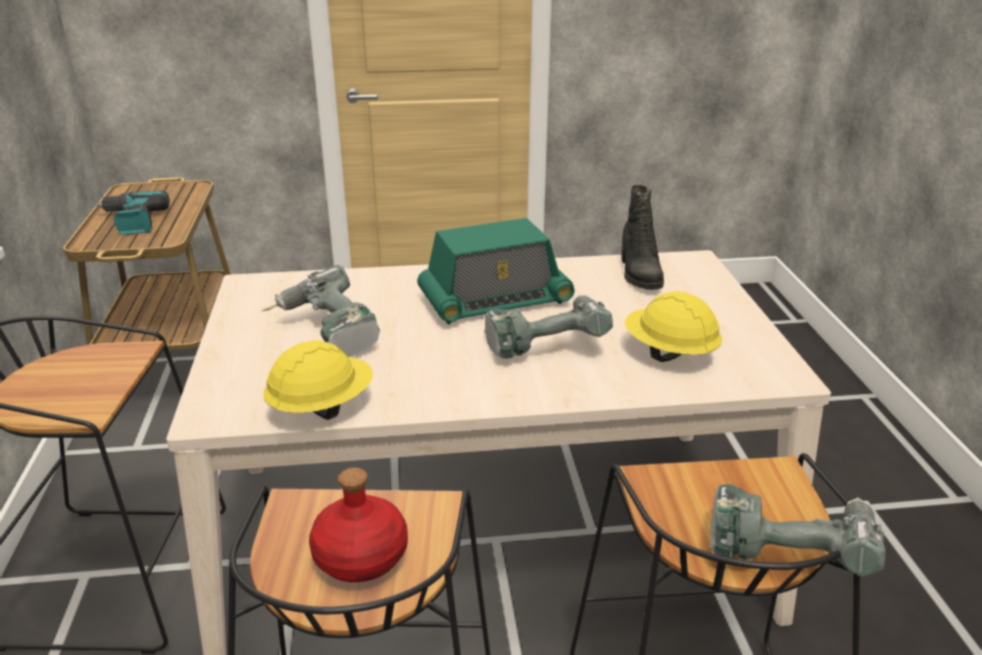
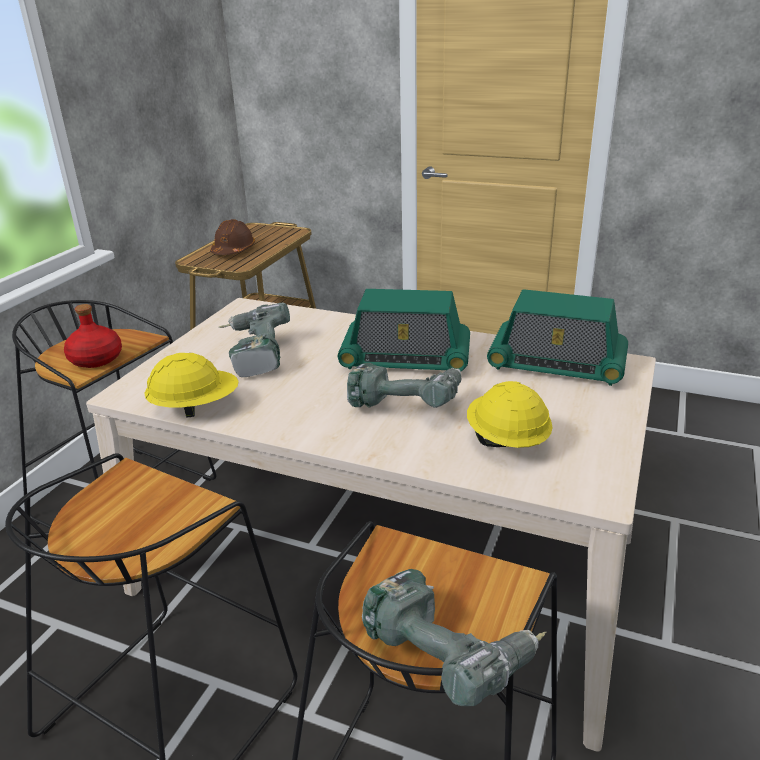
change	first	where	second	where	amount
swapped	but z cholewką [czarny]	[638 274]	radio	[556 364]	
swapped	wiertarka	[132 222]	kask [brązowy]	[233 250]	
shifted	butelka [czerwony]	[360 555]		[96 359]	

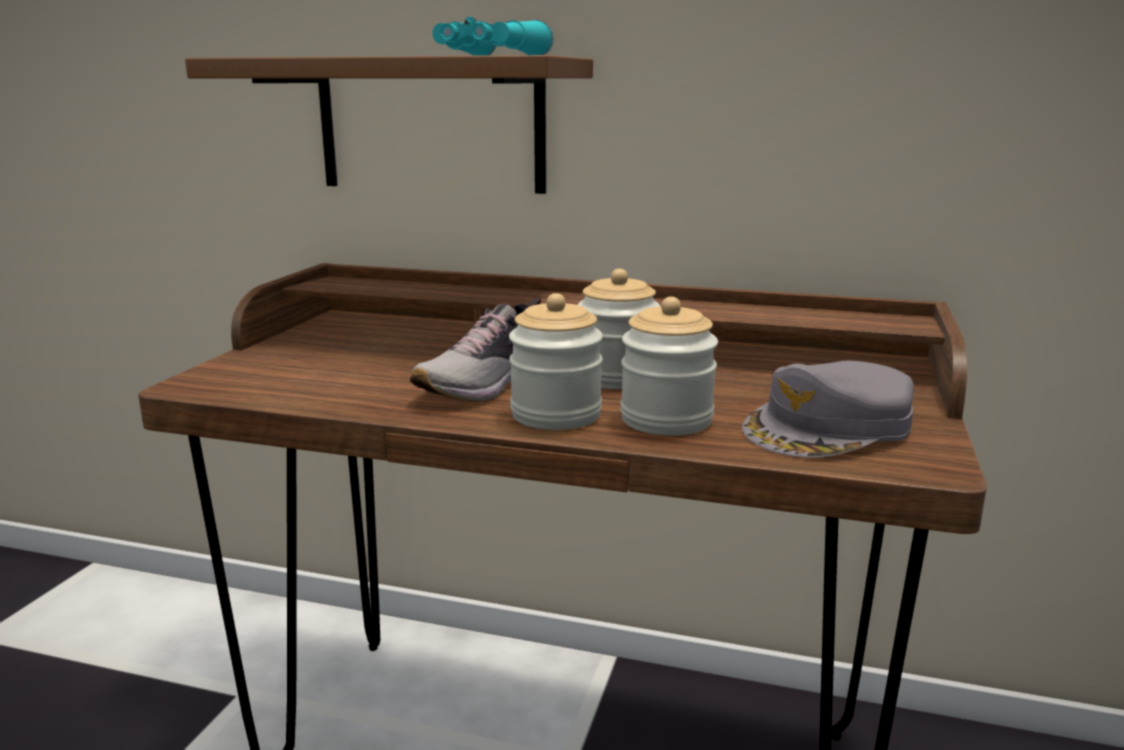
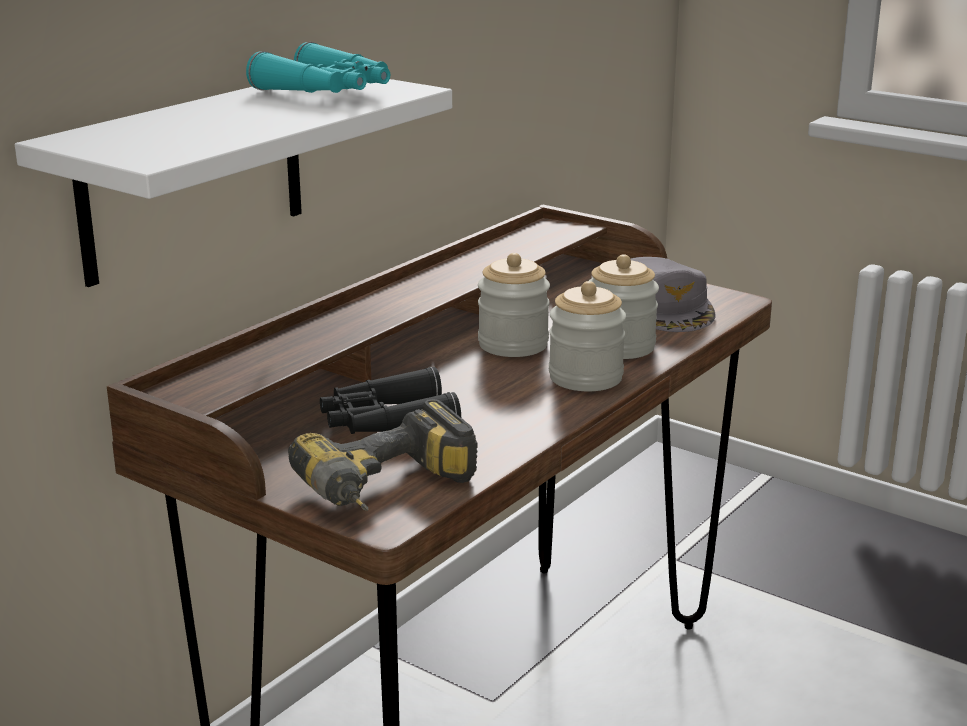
change	first	where	second	where	amount
repainted	półka [brązowy]	[430 126]	półka [biały]	[193 175]	
gone	but	[487 384]			
new			lornetka [czarny]	[387 423]	
new			wiertarka	[392 493]	

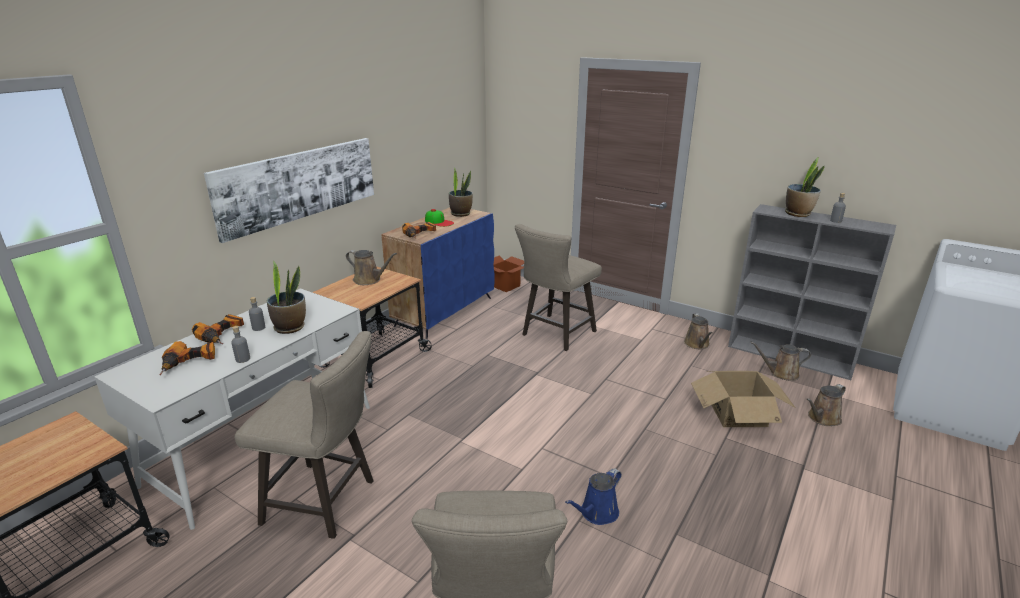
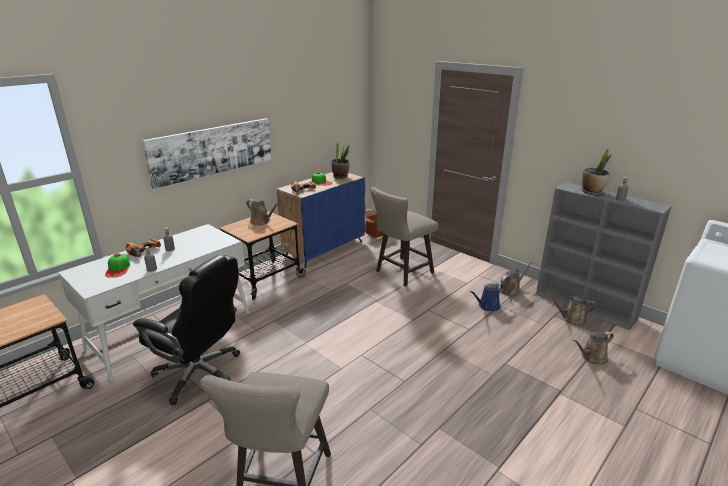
change	first	where	second	where	amount
gone	roślina doniczkowa	[290 327]			
rotated	konewka [brązowy]	[697 344]		[511 290]	135 degrees counterclockwise
swapped	stołek [beżowy]	[327 502]	krzesło biurowe [czarny]	[200 374]	
swapped	wiertarka	[190 363]	czapka z daszkiem	[118 269]	
gone	karton	[738 413]			
shifted	konewka [niebieski]	[597 513]		[487 306]	

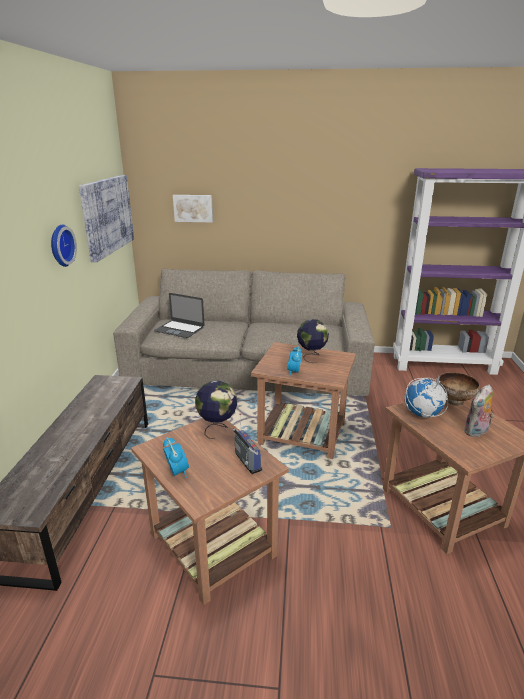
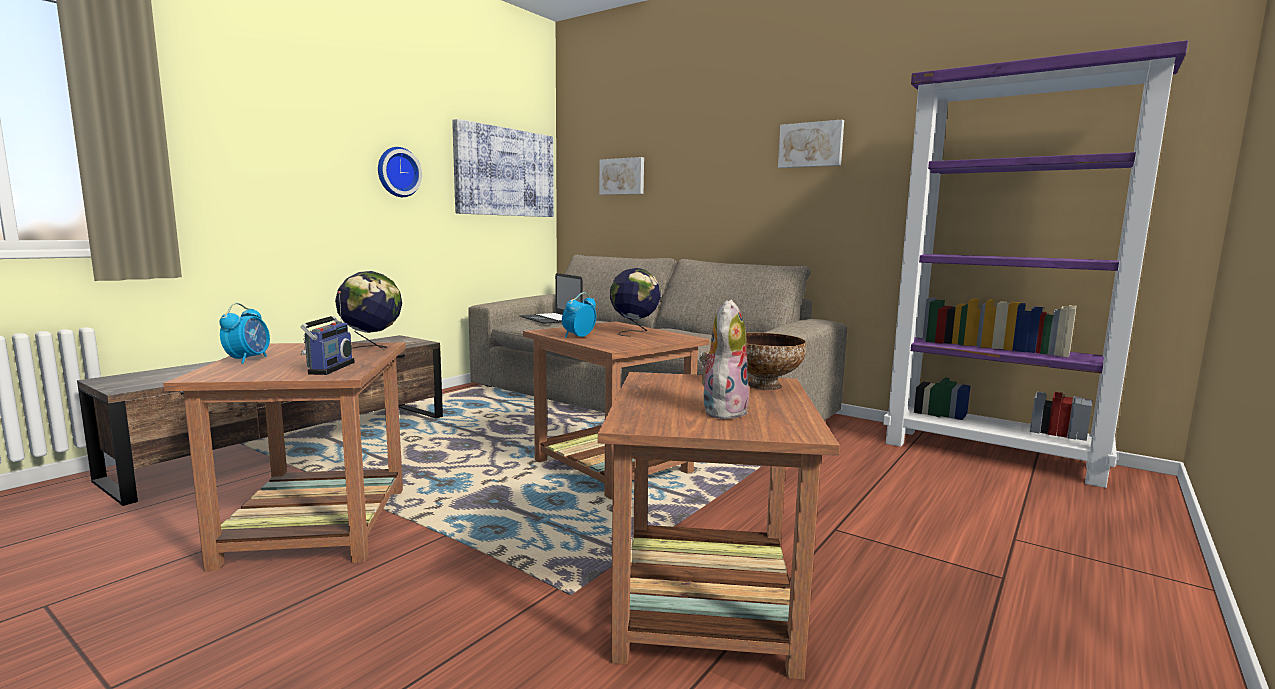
change	first	where	second	where	amount
gone	globus	[422 415]			
rotated	pluszak	[476 432]		[722 410]	120 degrees clockwise
new			obraz	[811 145]	

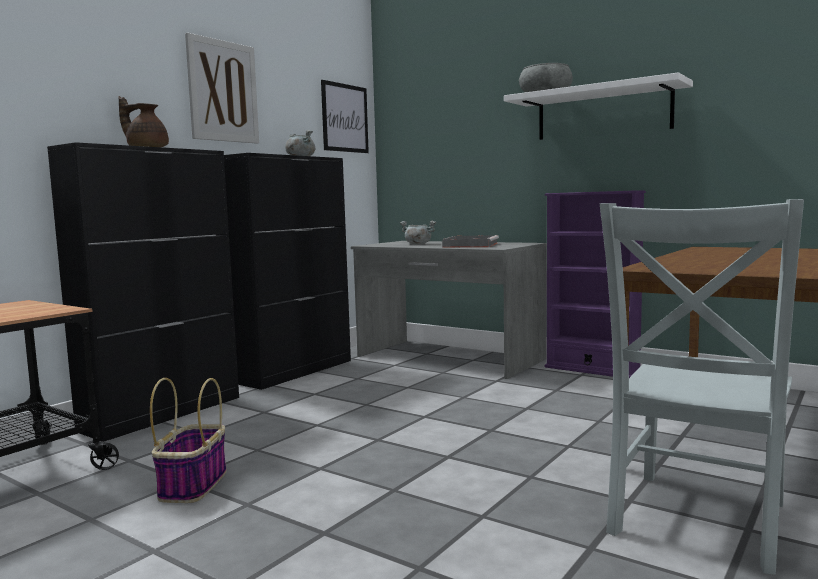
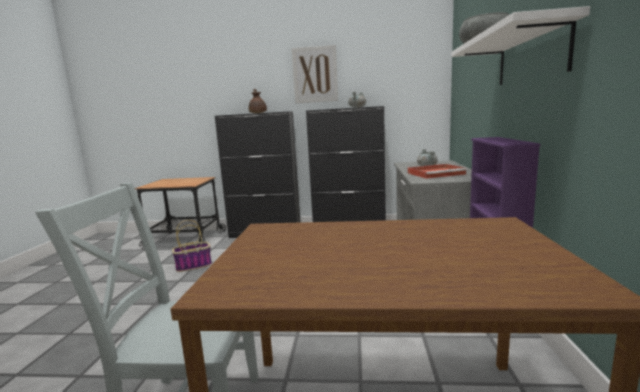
change	first	where	second	where	amount
gone	obraz	[345 118]			
repainted	taca [szary]	[470 245]	taca [czerwony]	[436 173]	

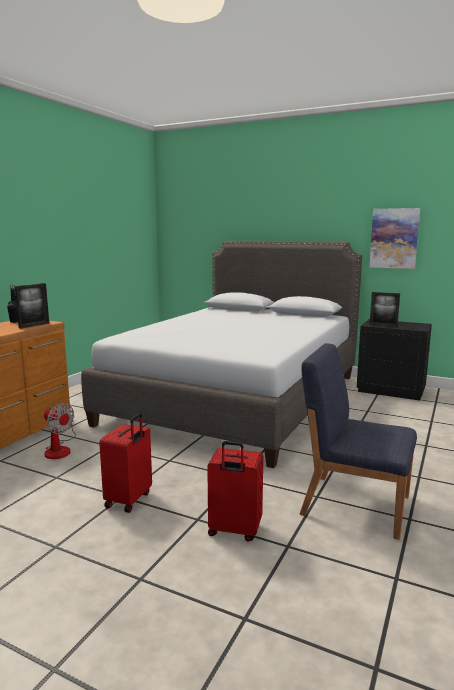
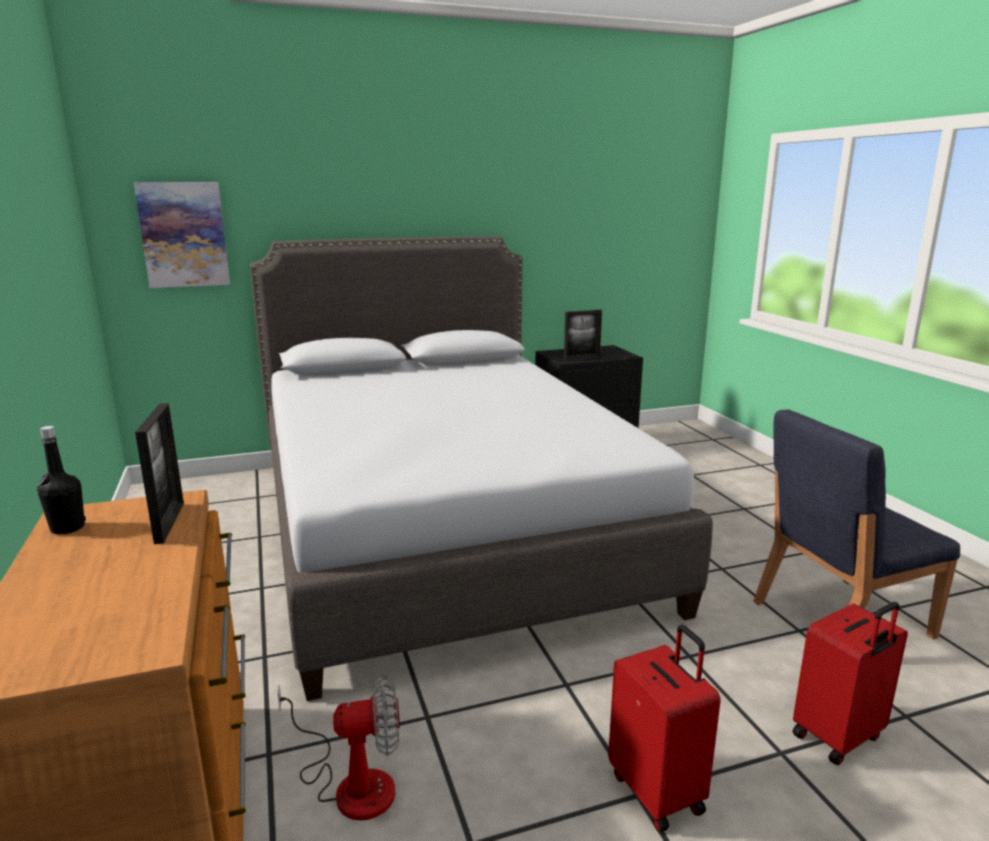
change	first	where	second	where	amount
shifted	obraz	[394 238]		[184 235]	

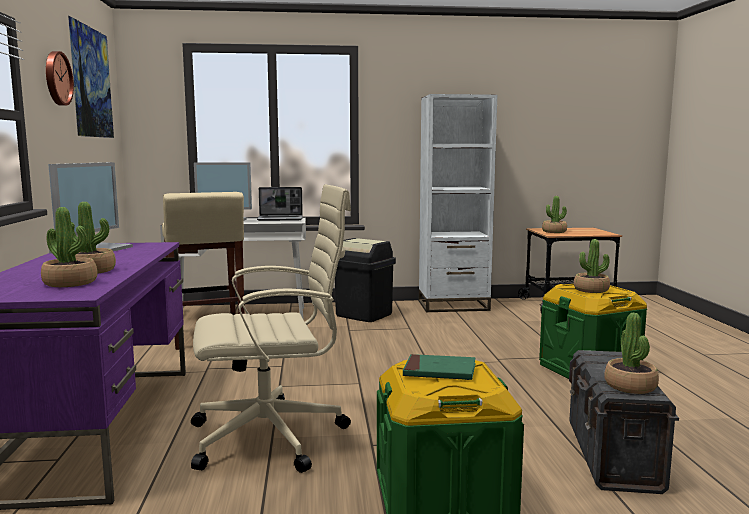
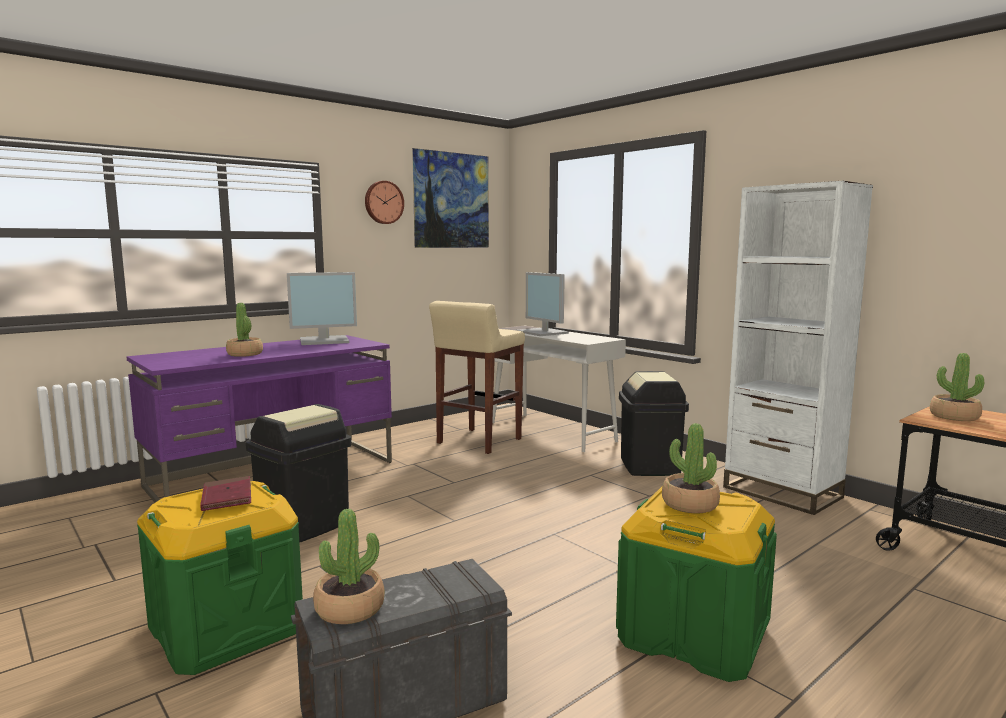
change	first	where	second	where	amount
swapped	krzesło biurowe [beżowy]	[273 436]	kosz na śmieci [czarny]	[304 525]	
gone	laptop	[281 219]			
gone	roślina doniczkowa	[70 283]			
repainted	książka [zielony]	[439 371]	książka [czerwony]	[227 497]	

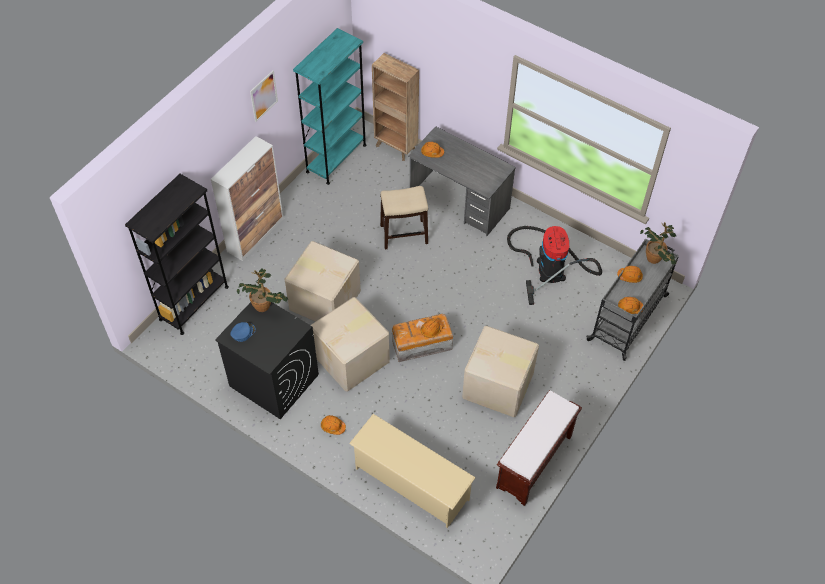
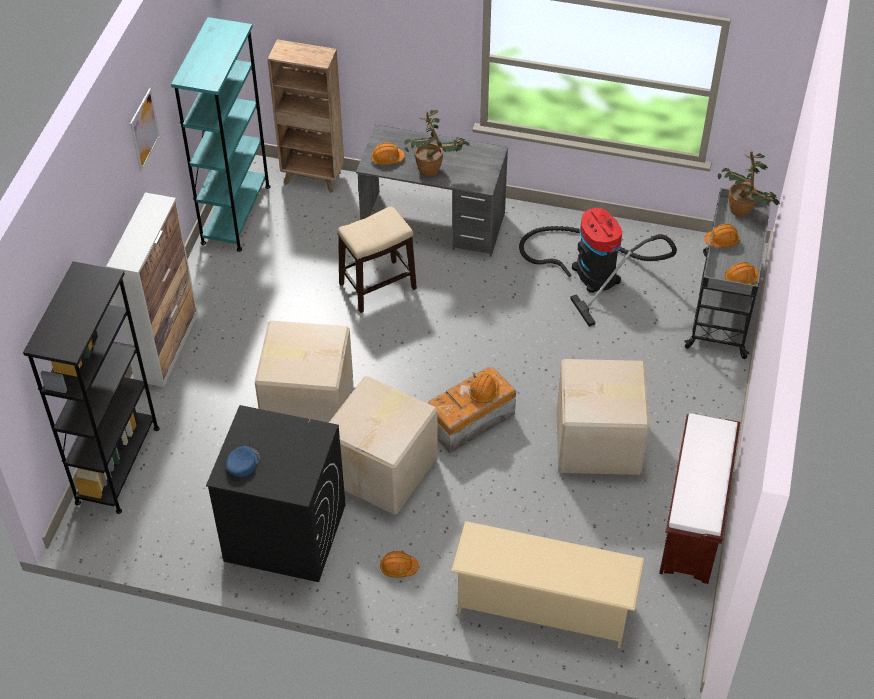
change	first	where	second	where	amount
shifted	roślina doniczkowa	[265 308]		[434 171]	

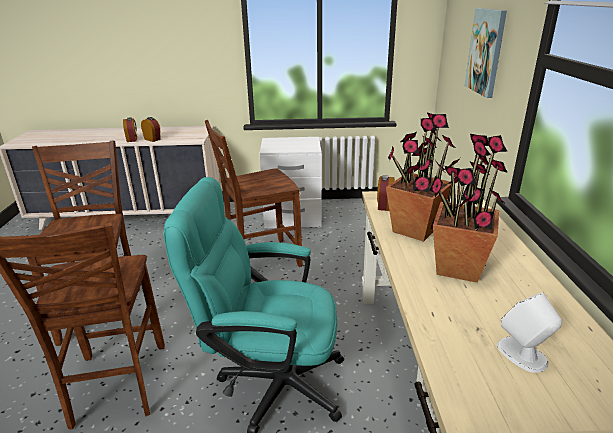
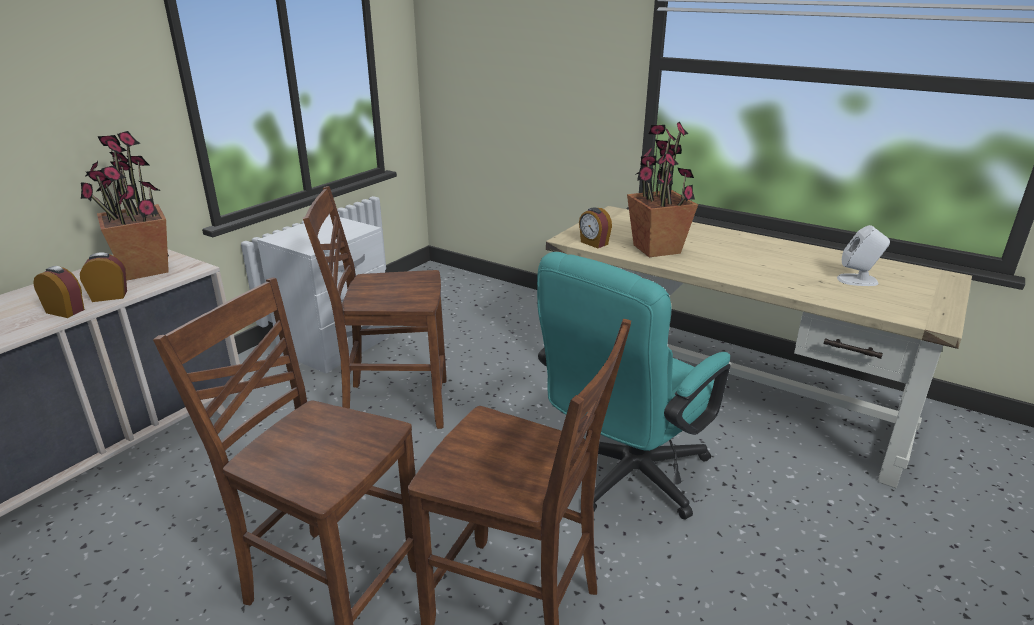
change	first	where	second	where	amount
gone	obraz	[486 52]			
rotated	krzesło [brązowy]	[260 259]		[394 403]	75 degrees clockwise
shifted	roślina doniczkowa	[457 268]		[144 270]	

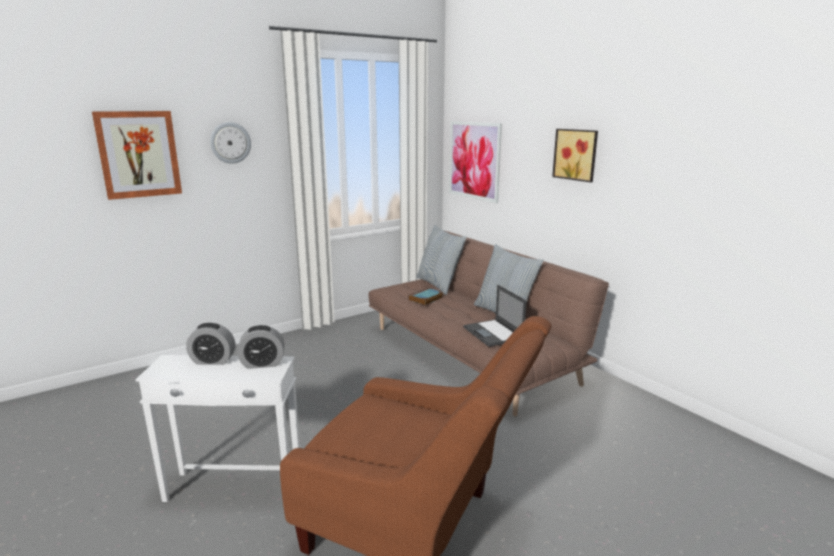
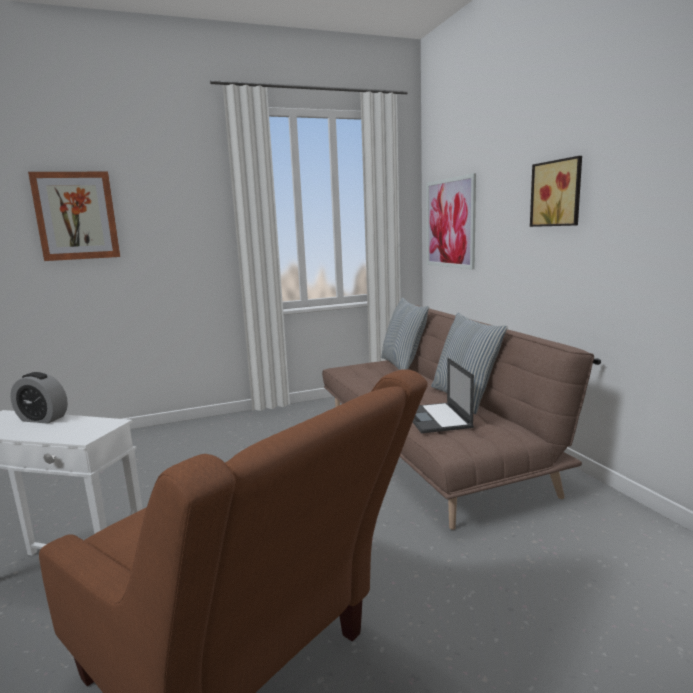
change	first	where	second	where	amount
gone	zegar ścienny	[230 142]			
gone	książka	[425 299]			
gone	budzik	[262 364]			

